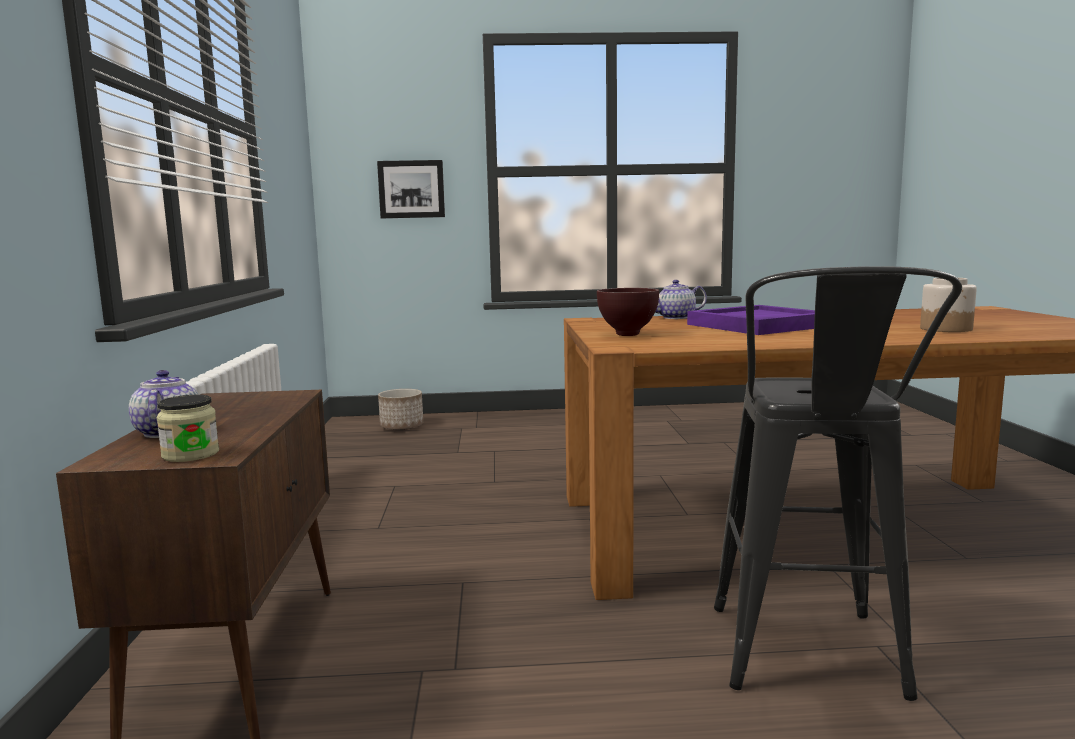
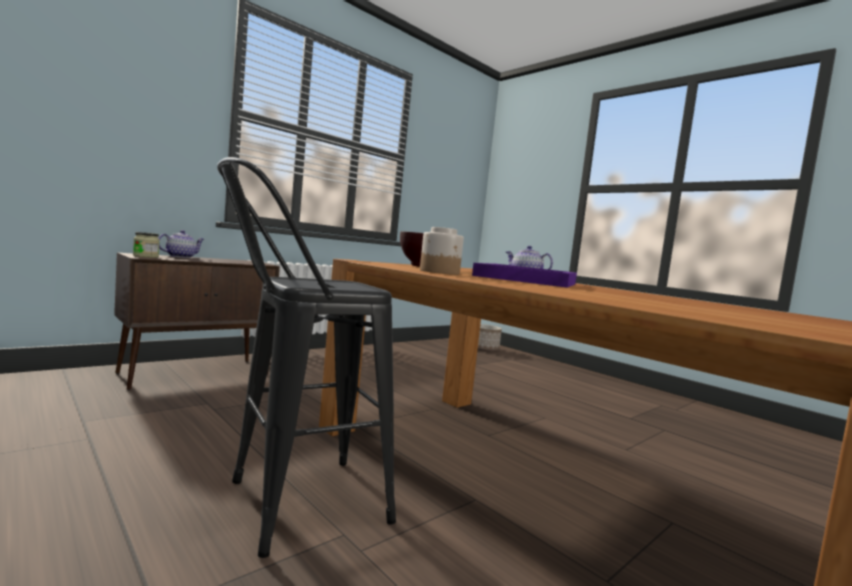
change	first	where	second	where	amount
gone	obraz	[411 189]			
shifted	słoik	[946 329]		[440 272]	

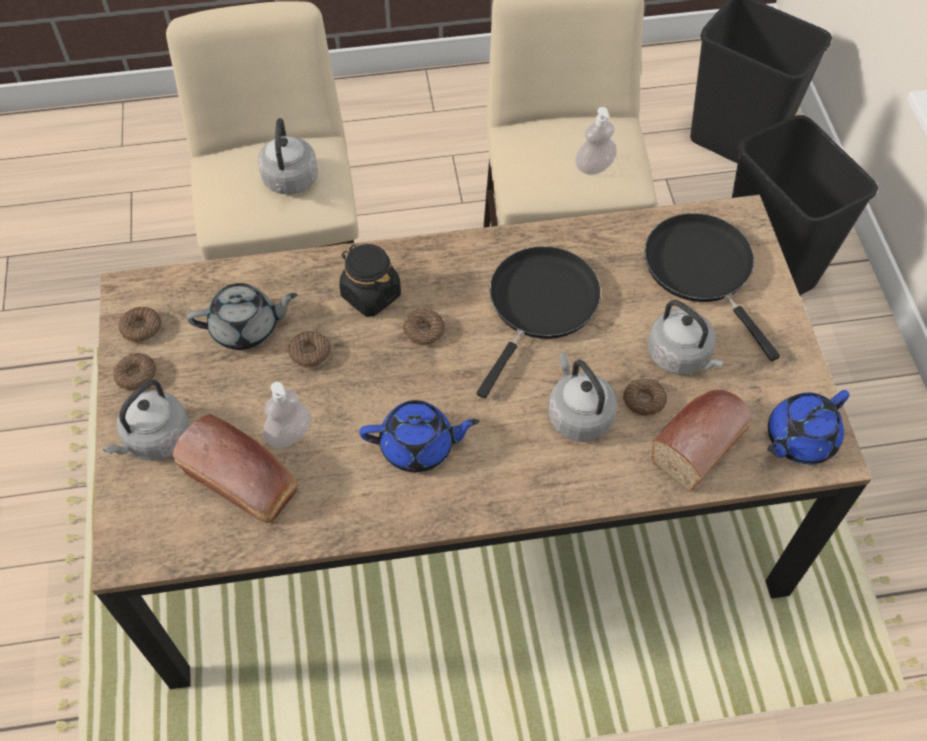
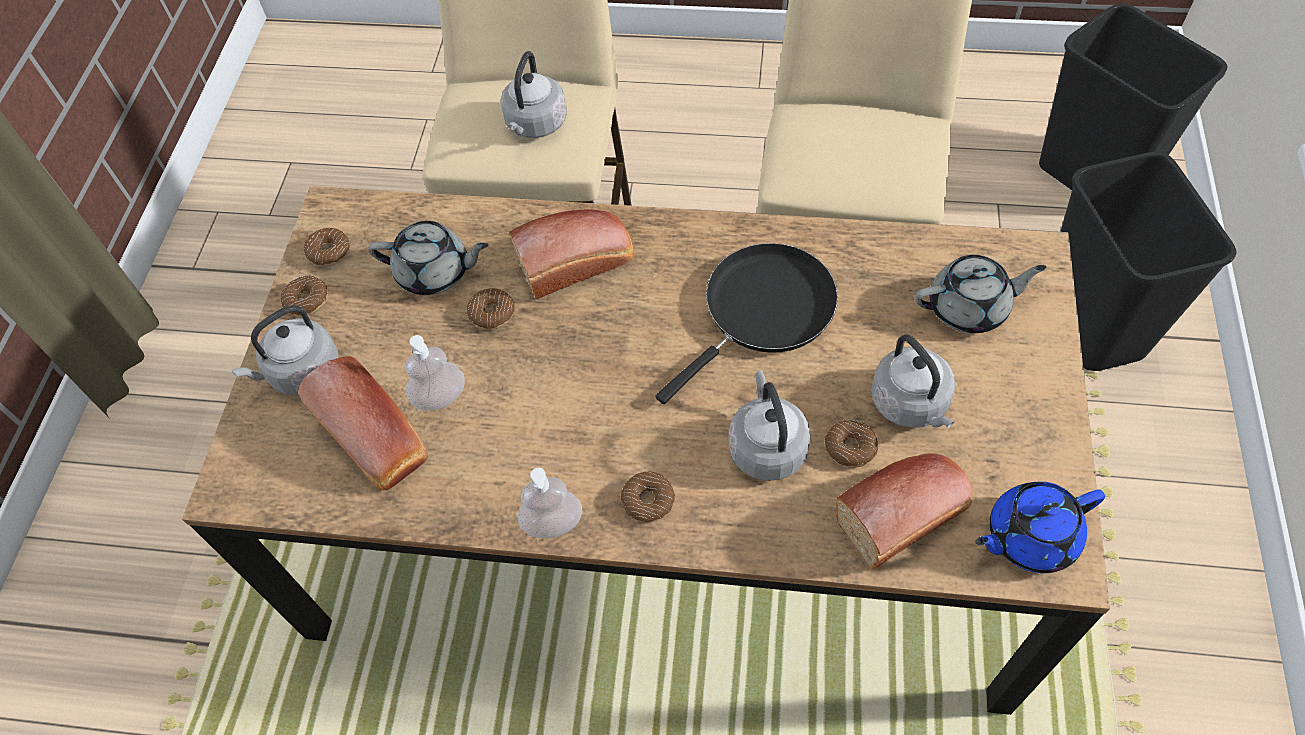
change	first	where	second	where	amount
shifted	dozownik mydła	[594 167]		[553 523]	
swapped	patelnia [czarny]	[702 270]	imbryk [szary]	[969 308]	
swapped	słoik [czarny]	[370 295]	chleb	[578 262]	
shifted	donut	[424 331]		[648 500]	
gone	imbryk [niebieski]	[418 446]			

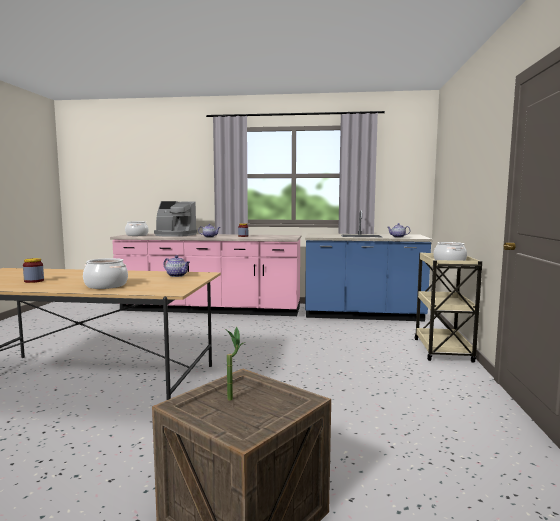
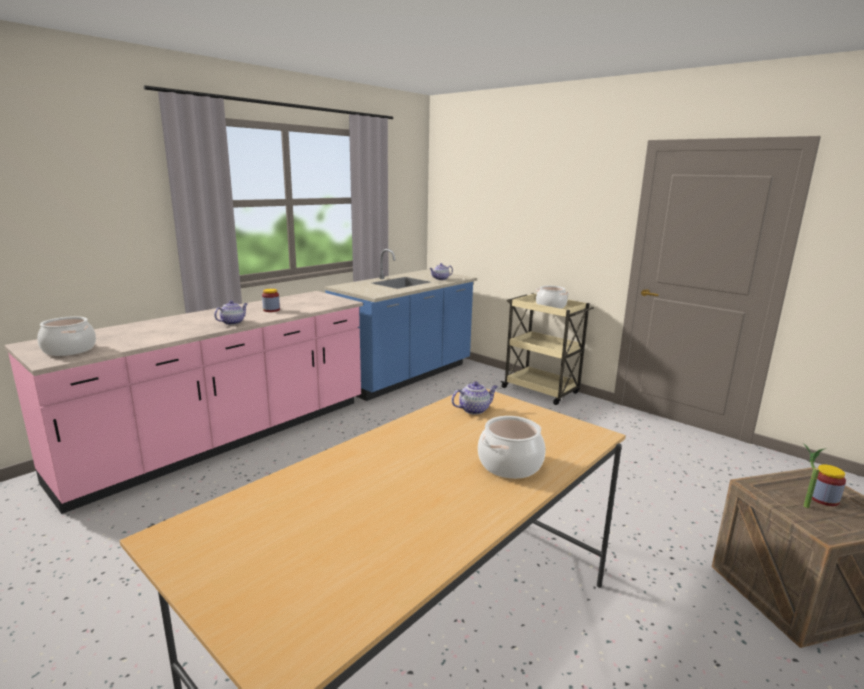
change	first	where	second	where	amount
gone	ekspres do kawy	[174 235]			
shifted	słoik	[34 281]		[823 498]	

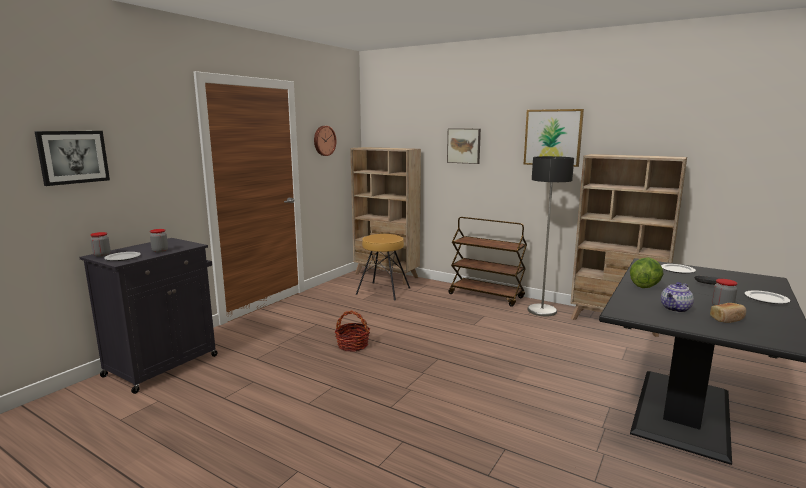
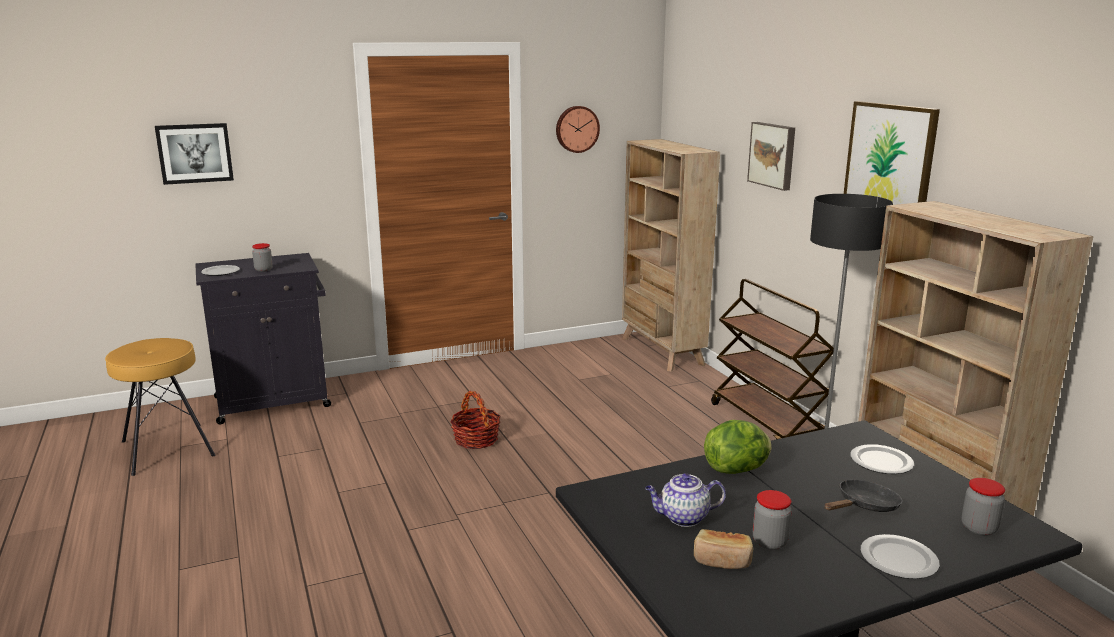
change	first	where	second	where	amount
shifted	słoik	[102 255]		[978 528]	
shifted	stołek [brązowy]	[383 291]		[166 449]	

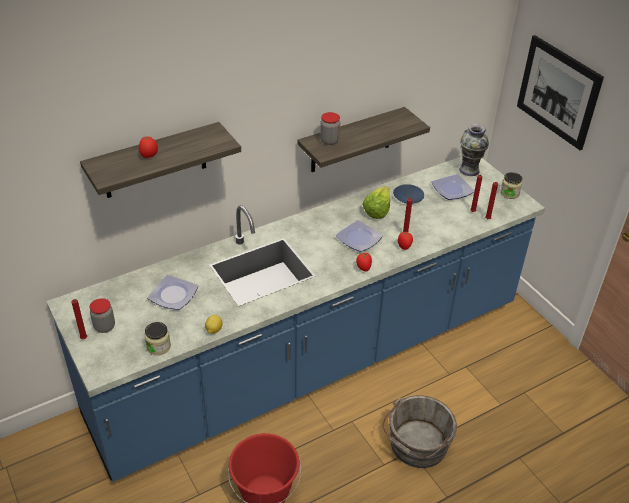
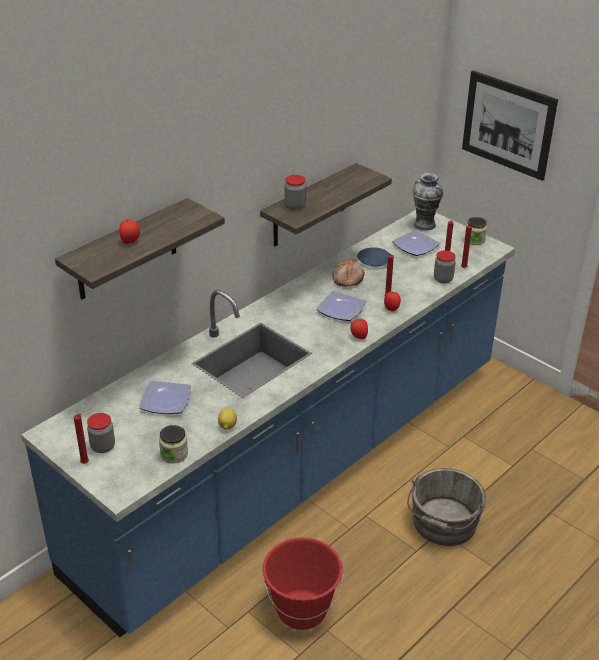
change	first	where	second	where	amount
swapped	sałata	[377 210]	chleb	[347 278]	
new			słoik	[443 279]	

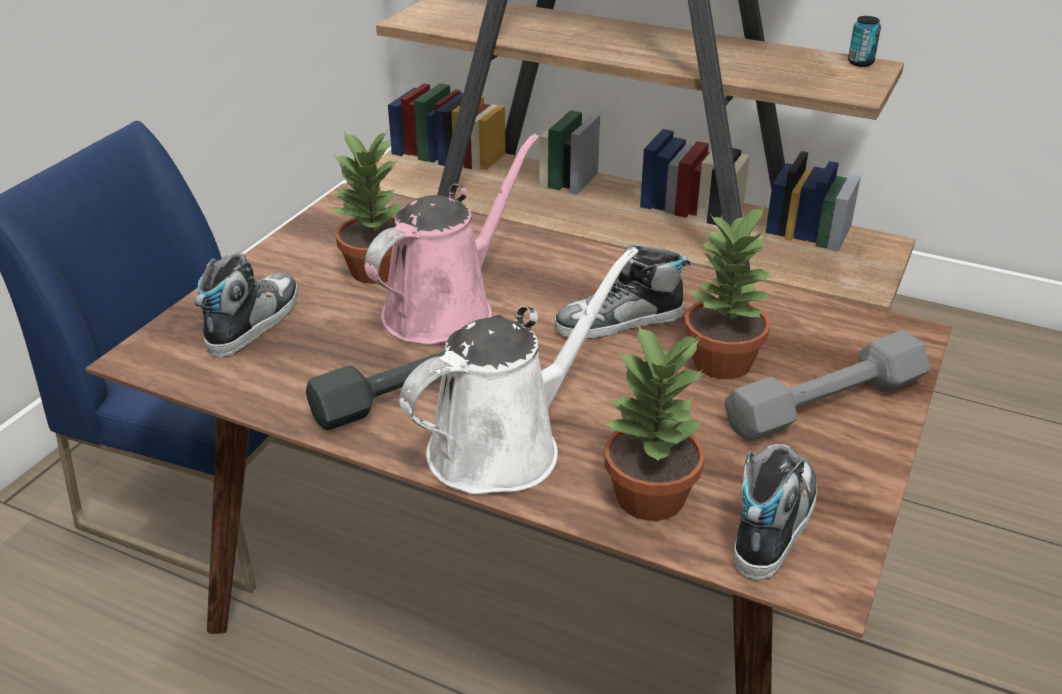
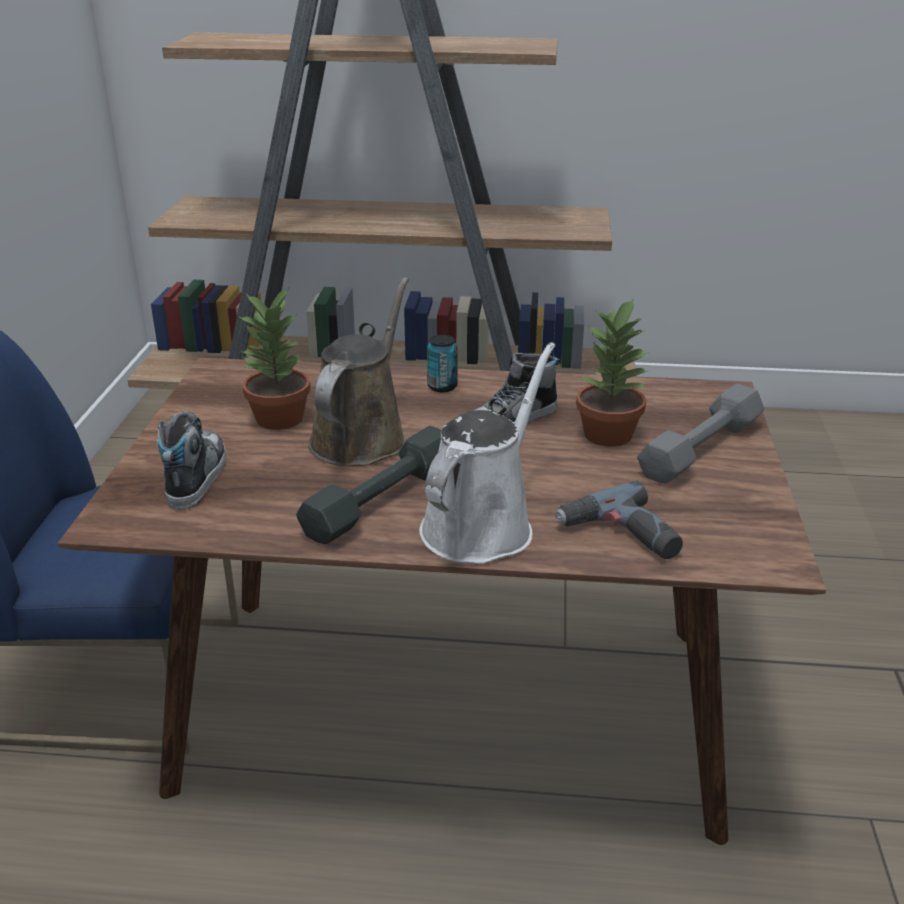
change	first	where	second	where	amount
shifted	puszka	[860 62]		[442 386]	
repainted	konewka [różowy]	[446 309]	konewka [brązowy]	[362 437]	
swapped	roślina doniczkowa	[651 498]	wiertarka	[620 537]	
gone	but	[773 522]			

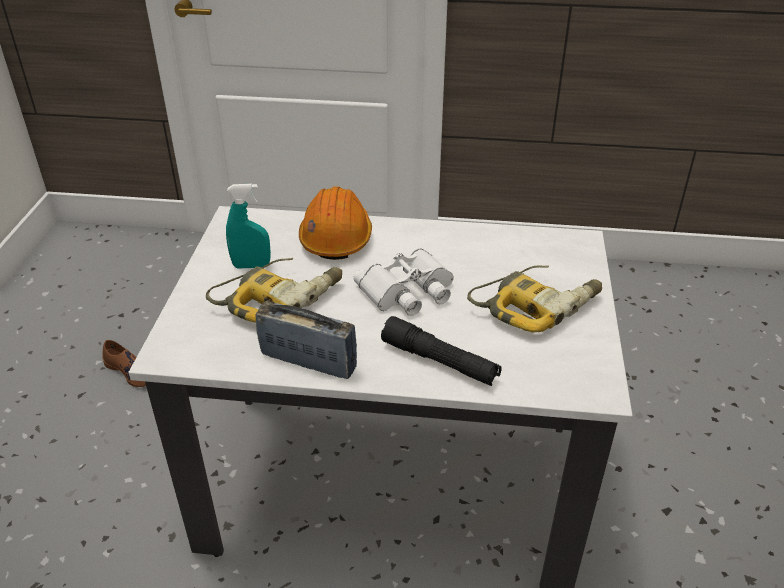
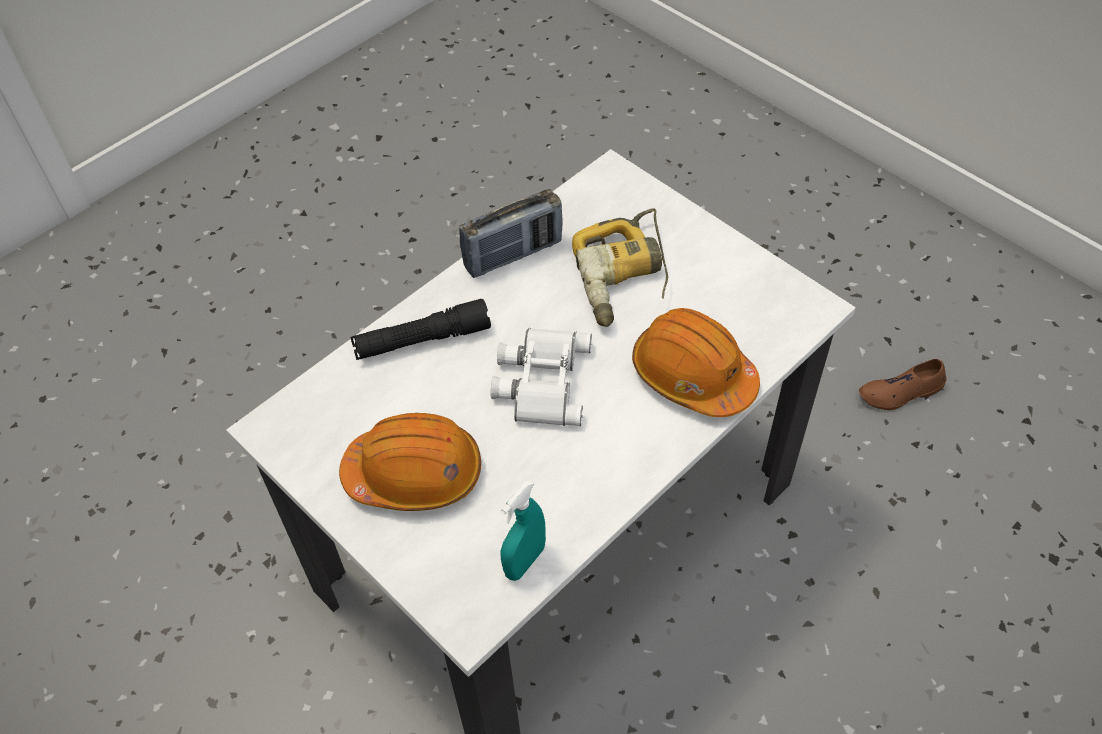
change	first	where	second	where	amount
shifted	spryskiwacz [turkusowy]	[251 266]		[525 561]	
swapped	wiertarka	[536 304]	kask [pomarańczowy]	[415 474]	

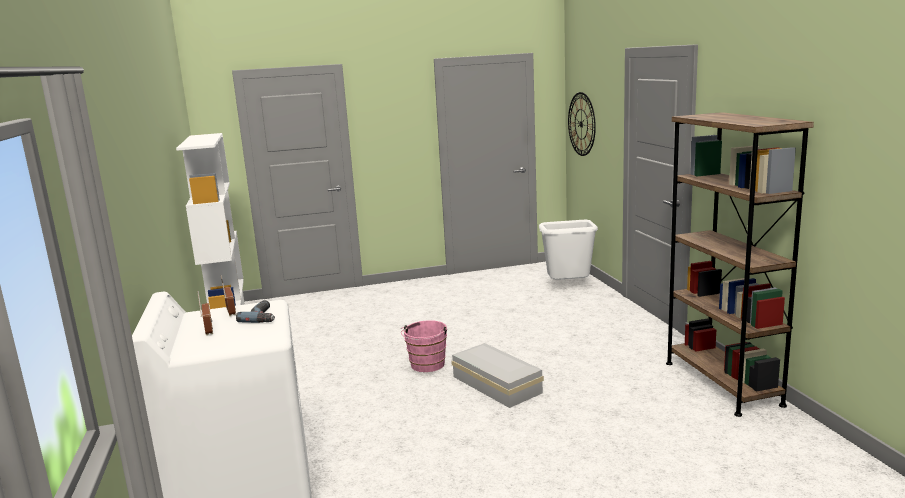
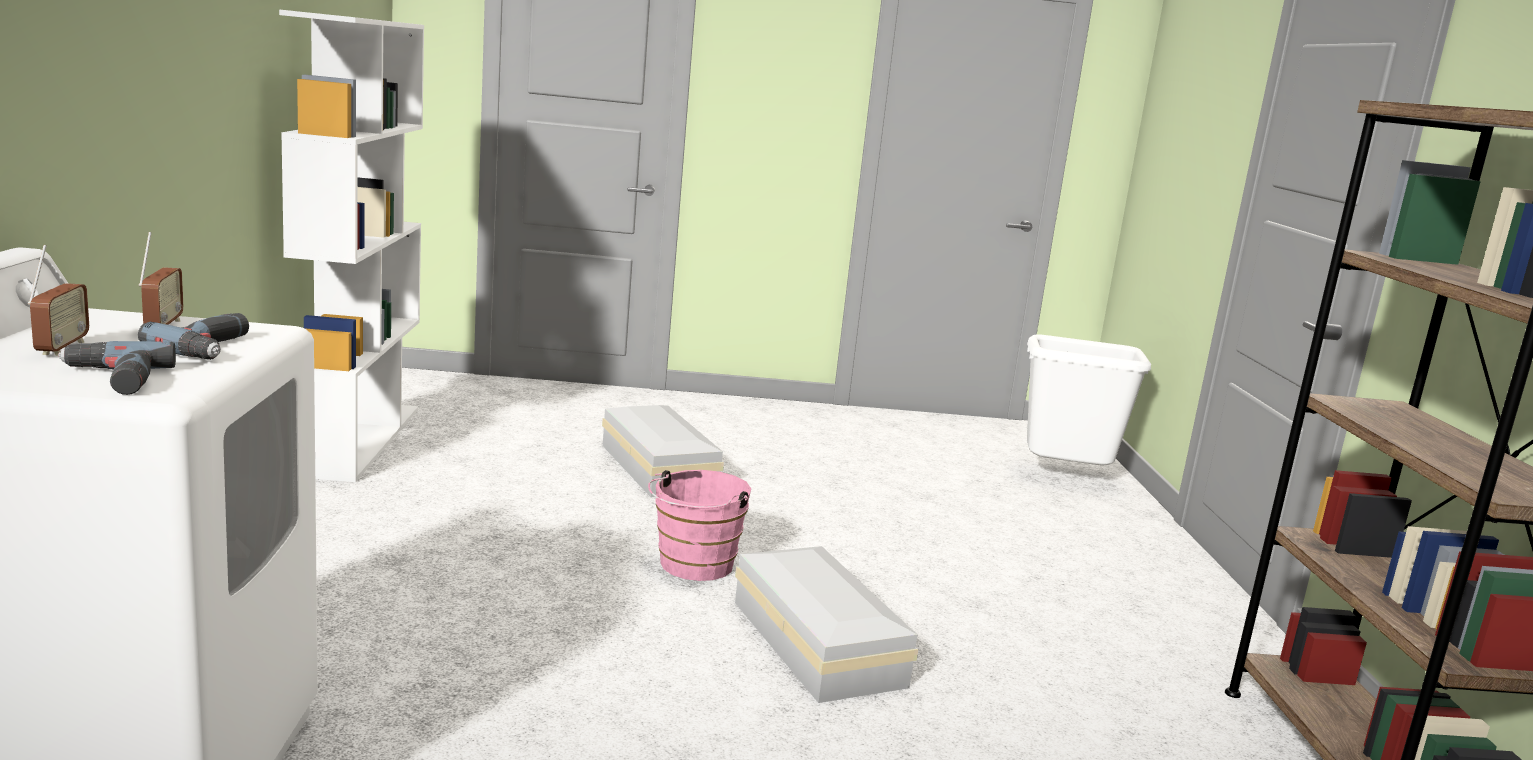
change	first	where	second	where	amount
gone	zegar ścienny	[581 124]			
new			wiertarka	[112 380]	
new			pojemnik do przechowywania [biały]	[659 466]	

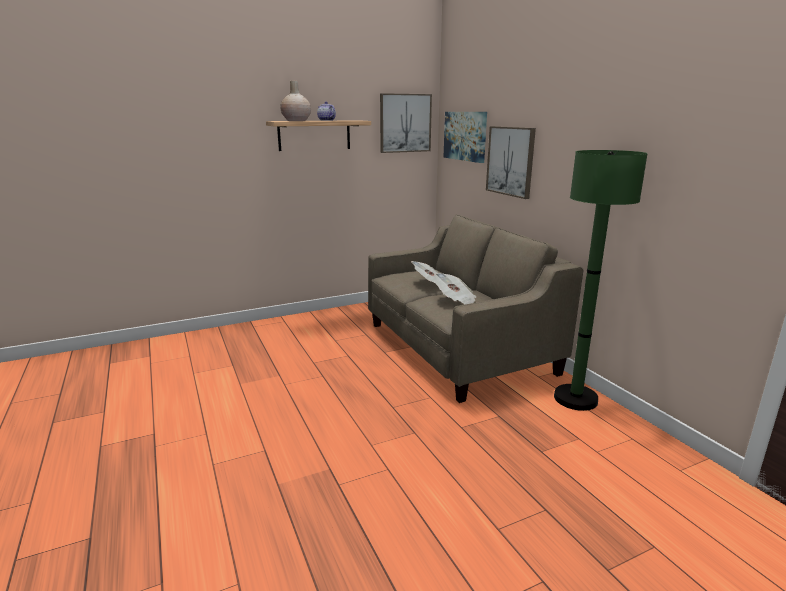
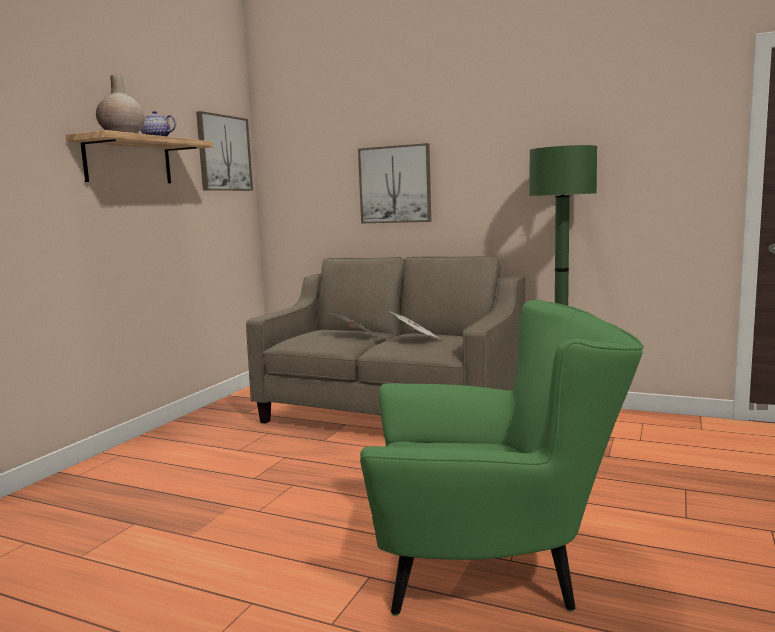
change	first	where	second	where	amount
gone	obraz	[465 136]			
new			fotel [zielony]	[495 572]	

